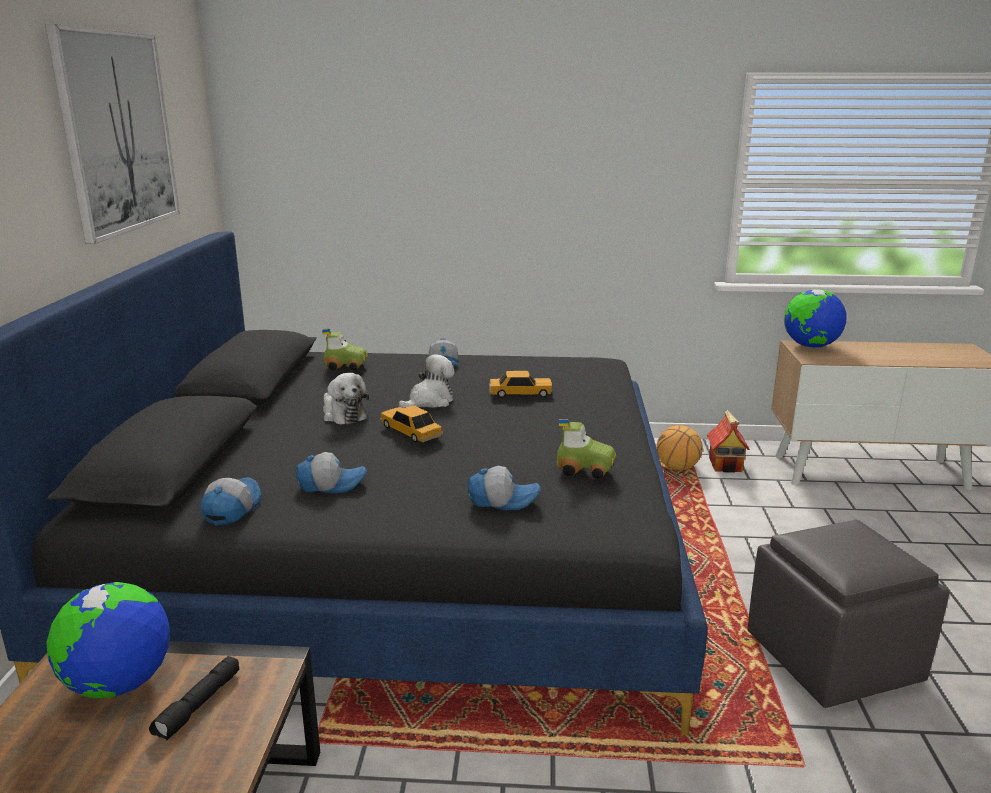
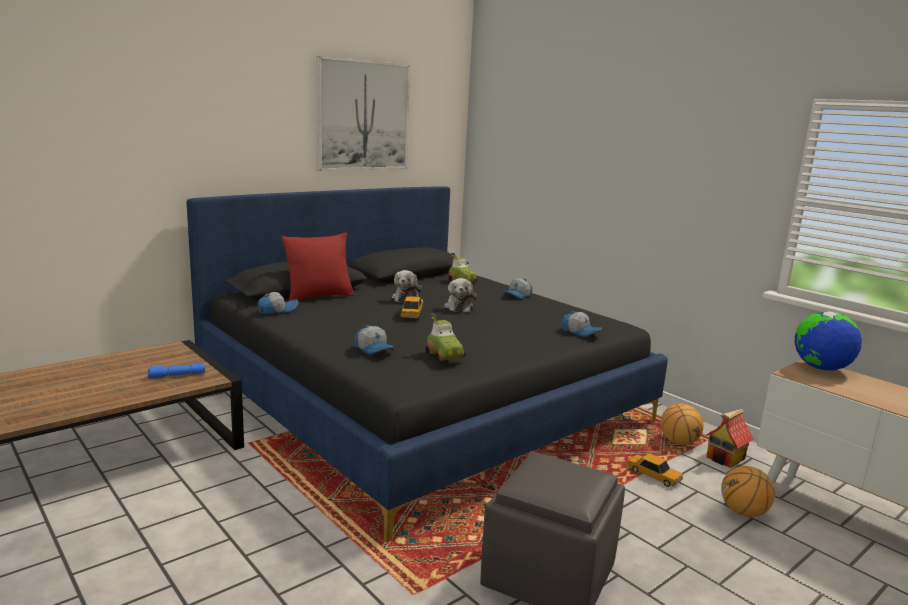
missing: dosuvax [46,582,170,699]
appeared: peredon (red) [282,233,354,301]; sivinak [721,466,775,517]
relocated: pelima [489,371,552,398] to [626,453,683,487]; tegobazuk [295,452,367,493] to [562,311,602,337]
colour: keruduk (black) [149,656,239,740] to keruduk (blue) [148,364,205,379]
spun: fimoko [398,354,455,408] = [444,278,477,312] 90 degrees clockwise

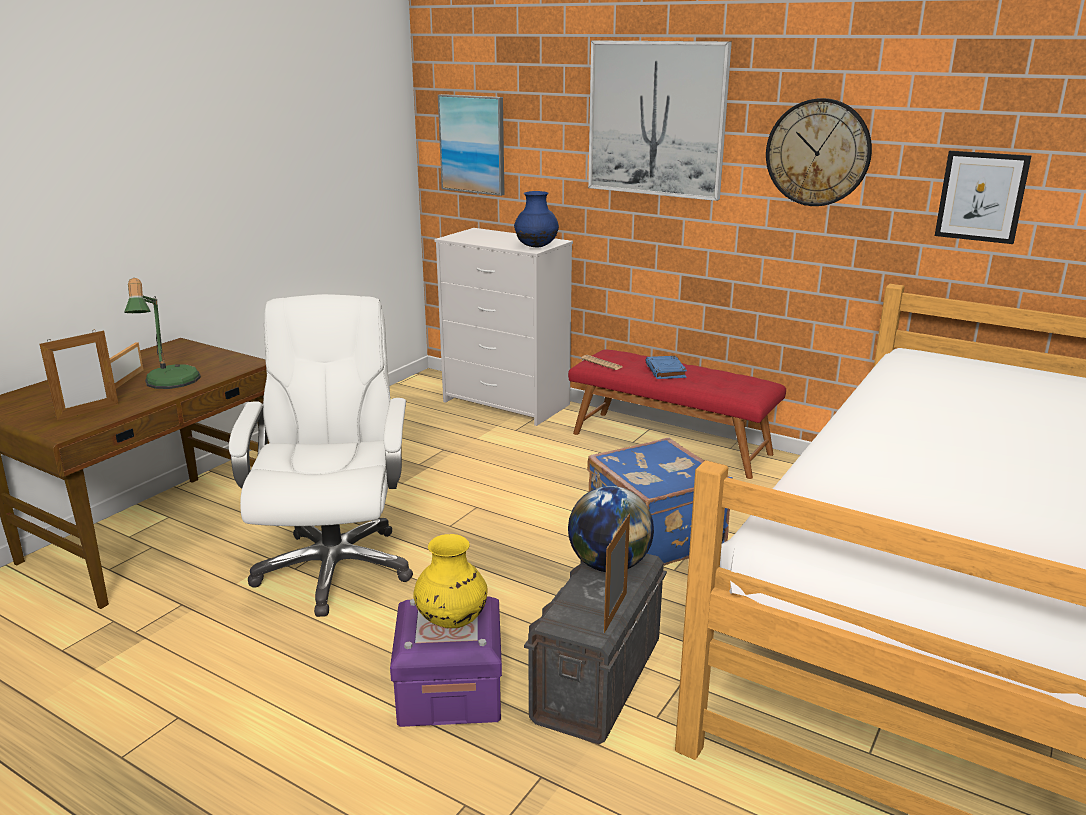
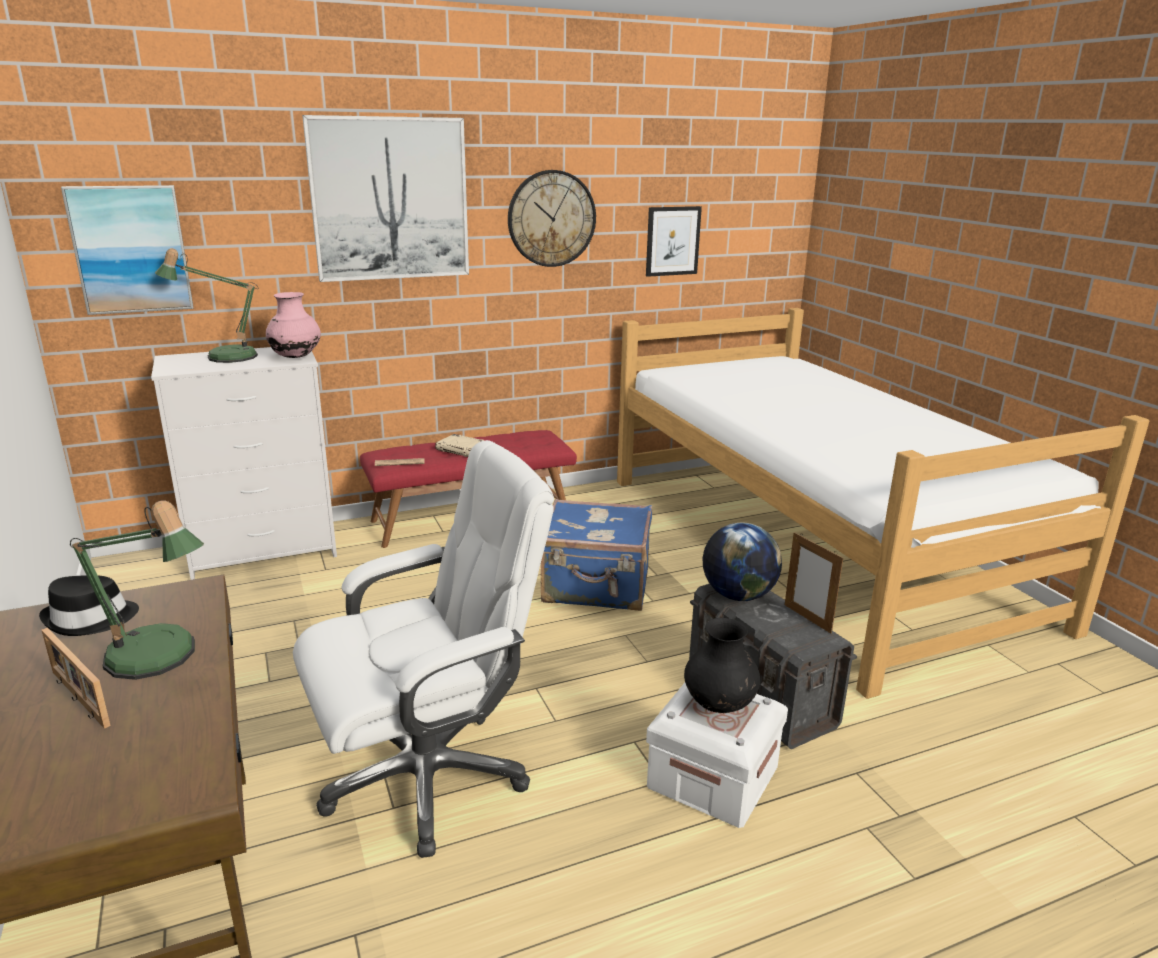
missing: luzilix [39,331,118,420]
appeared: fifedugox [155,248,258,363]; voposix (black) [39,575,139,636]
colour: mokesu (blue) [514,191,559,247] to mokesu (pink) [266,292,321,358]; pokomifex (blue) [645,356,687,379] to pokomifex (beige) [435,434,485,457]; mokesu (yellow) [413,534,488,628] to mokesu (black) [684,618,760,713]; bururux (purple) [390,597,502,727] to bururux (white) [646,683,788,828]
spun: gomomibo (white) [229,294,413,617] = [293,440,554,858] 120 degrees clockwise

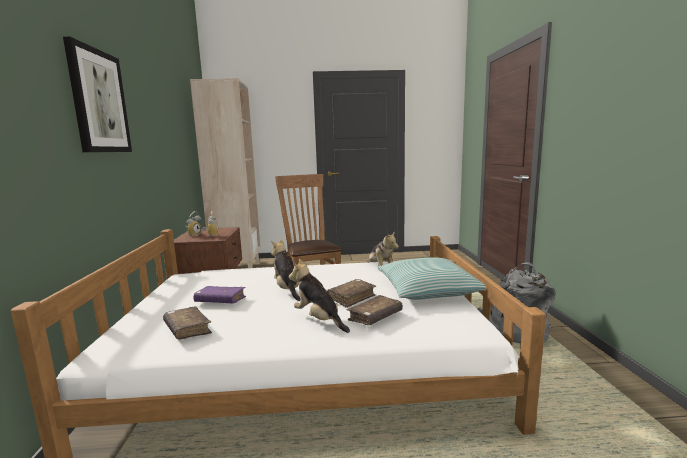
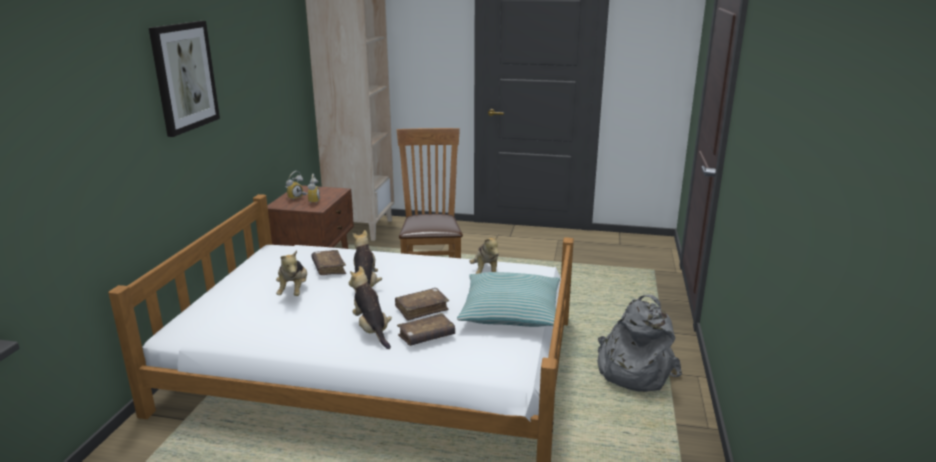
relocated: pokomifex (brown) [163,306,212,340] to [312,250,346,275]
exchanged: pokomifex (purple) [194,286,246,304] to fimoko [276,250,307,296]

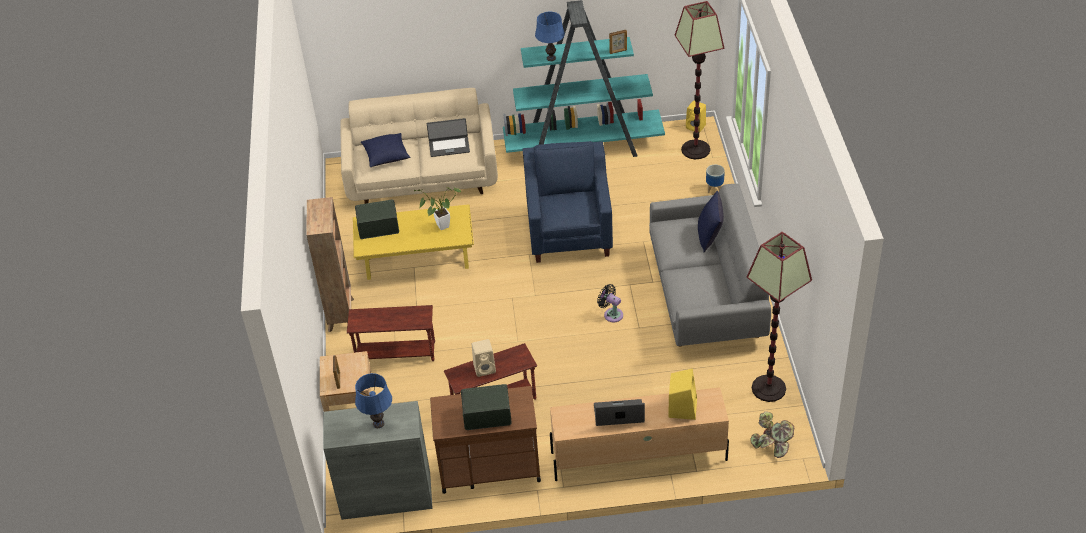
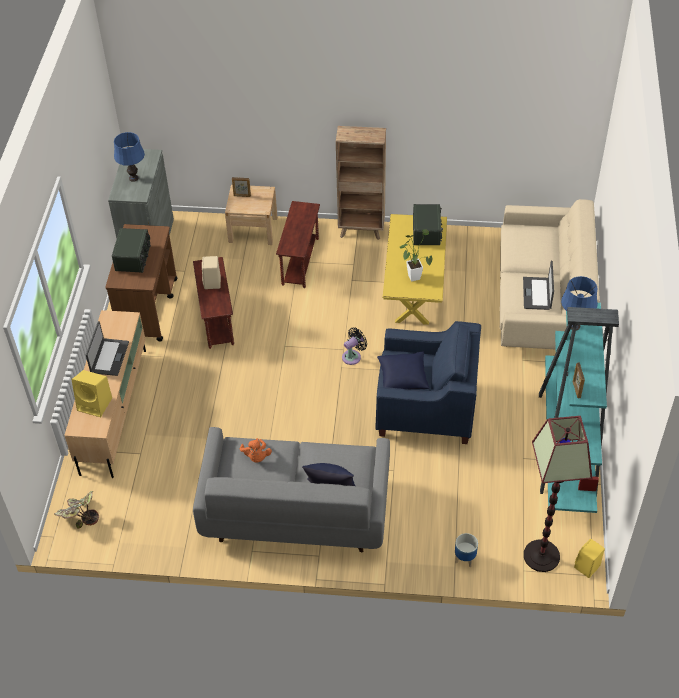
missing: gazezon [747,232,812,402]
appeared: fimoko (orange) [240,438,272,463]
relocated: peredon (blue) [361,133,411,167] to [377,352,430,389]; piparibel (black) [597,284,623,322] to [342,327,367,365]

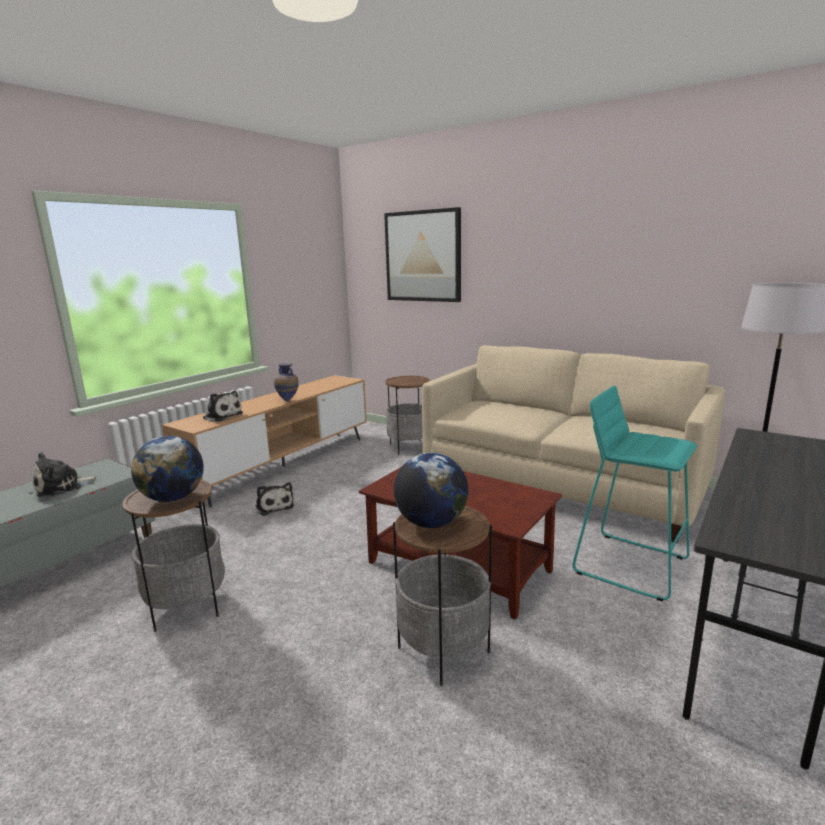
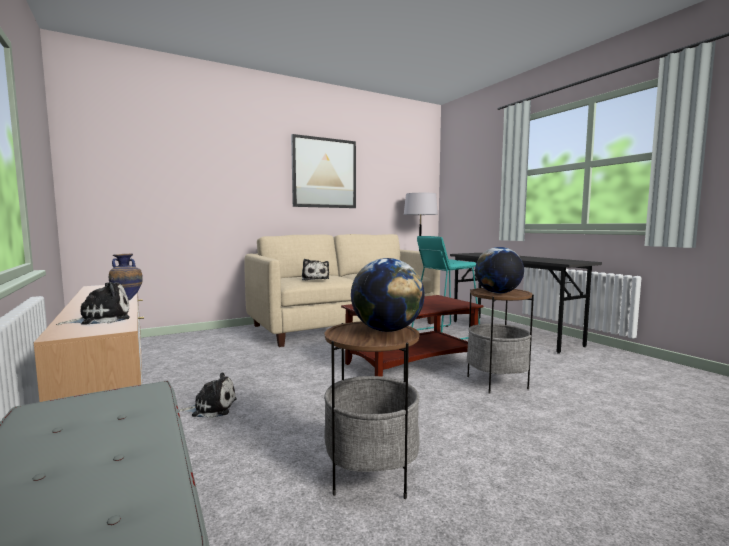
missing: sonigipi [385,376,430,455]
relocated: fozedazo [384,207,461,302] to [291,134,356,208]; fimoko [33,452,97,497] to [302,259,329,280]

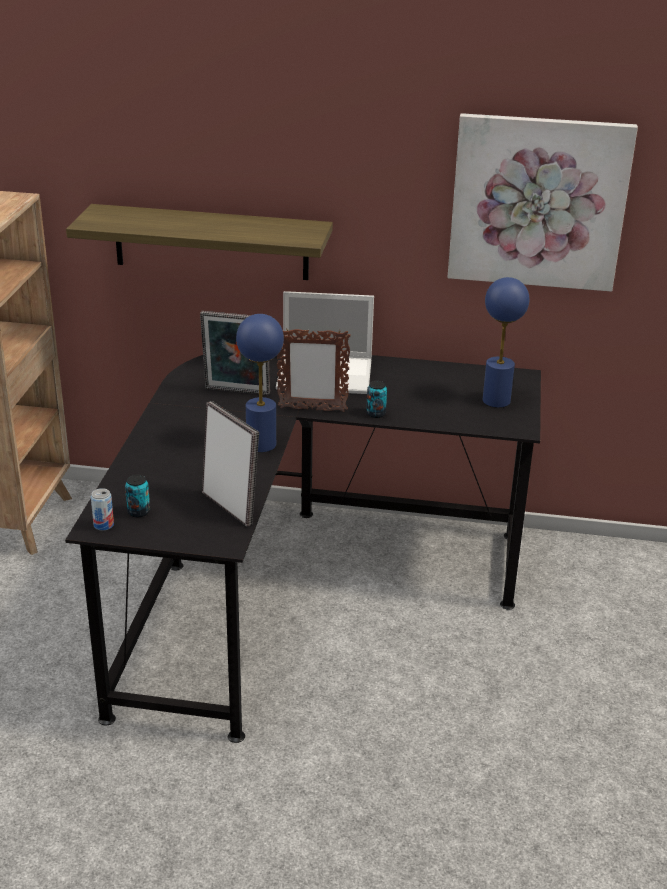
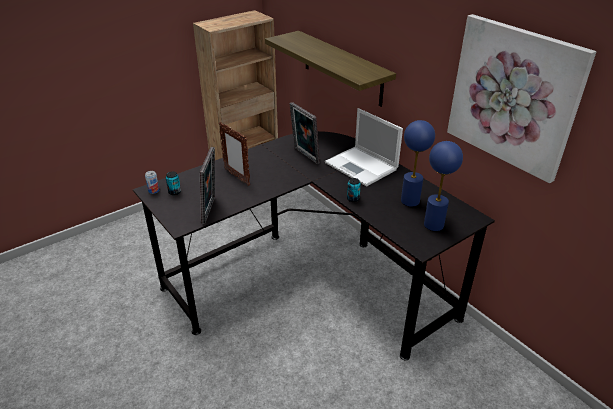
relocated: fifedugox (blue) [236,314,284,452] to [401,120,435,207]; luzilix [277,329,351,412] to [219,122,250,186]

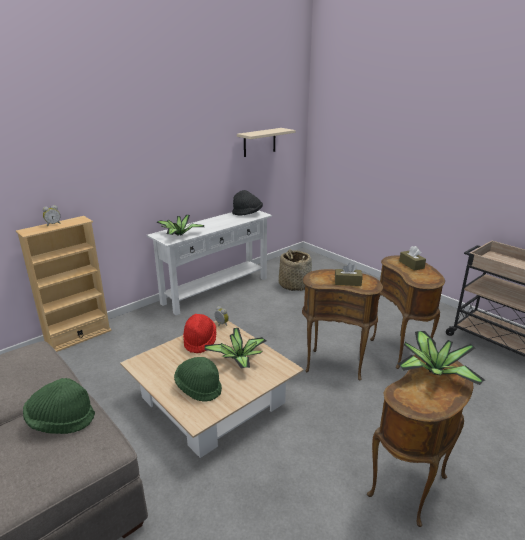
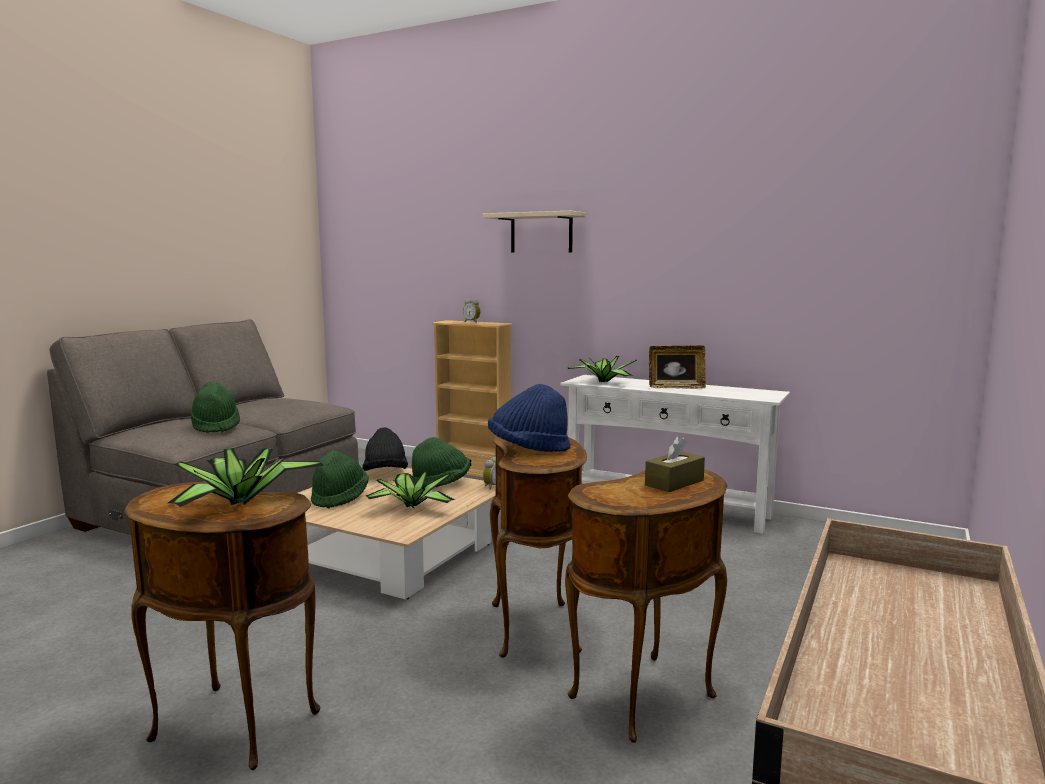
missing: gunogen [279,249,312,291]
appeared: luzilix [649,346,706,389]
relocated: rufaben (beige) [237,128,295,157] to [482,211,586,253]; voposix (black) [232,190,263,215] to [362,427,408,471]
exchanged: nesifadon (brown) [335,263,363,286] to voposix (blue) [488,384,571,452]
colour: voposix (red) [183,314,216,353] to voposix (green) [412,437,470,488]

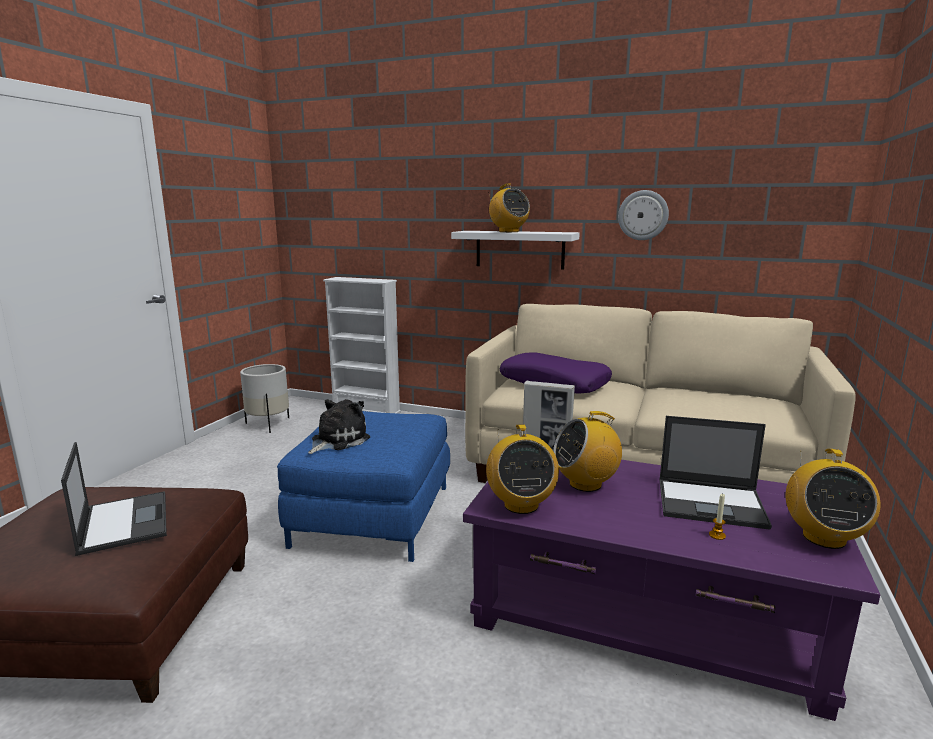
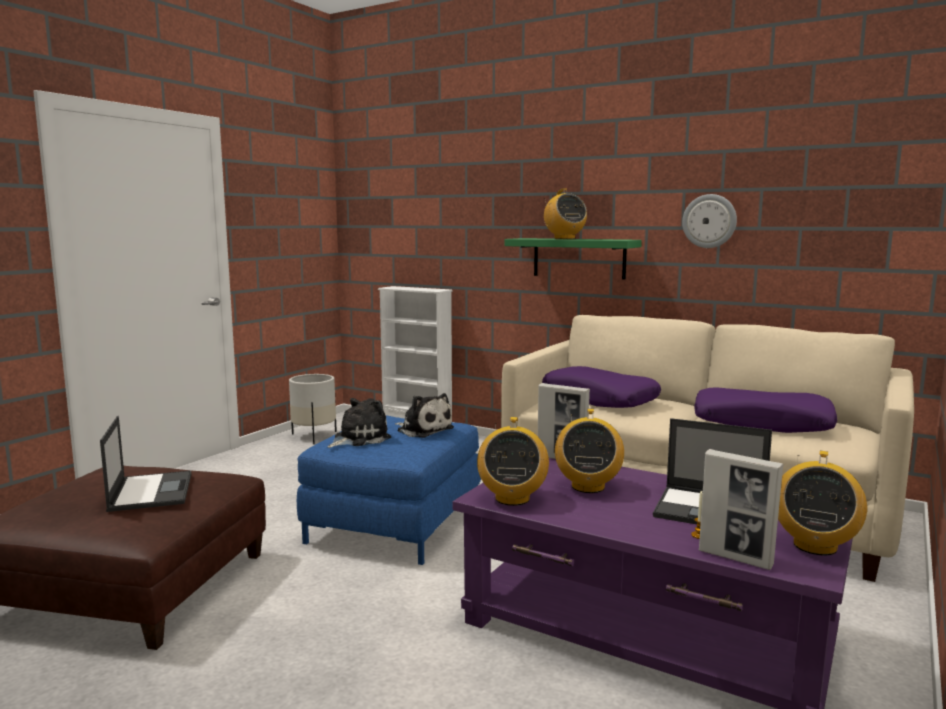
appeared: peredon (purple) [694,388,837,433]; fimoko [395,393,454,438]; luzilix [699,449,783,570]
colour: rufaben (white) [451,231,580,269] to rufaben (green) [504,238,642,280]
spun: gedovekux [553,411,622,492] = [555,409,624,493] 75 degrees counterclockwise

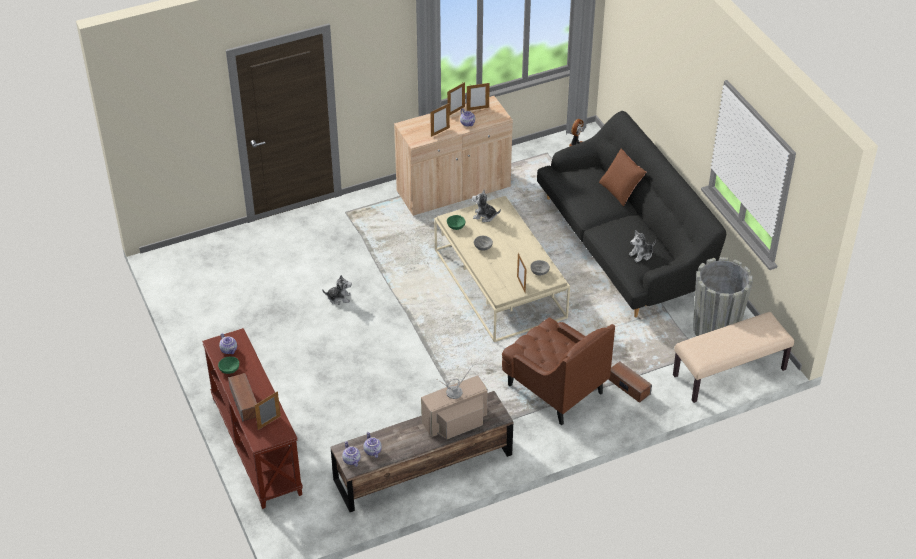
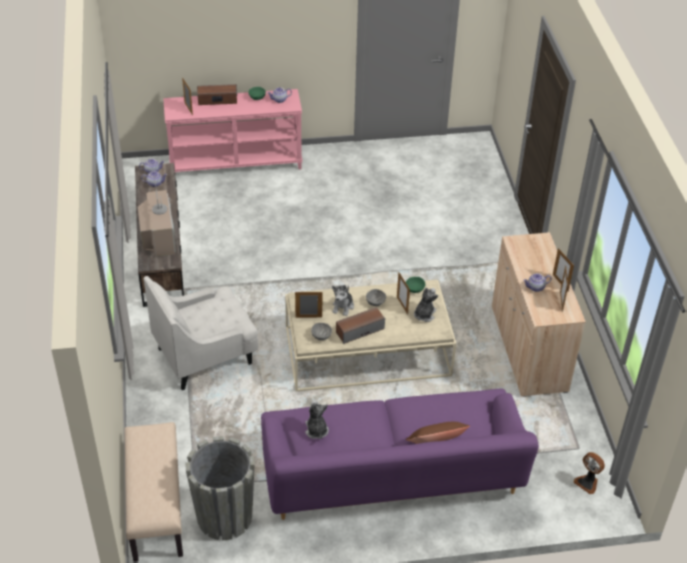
relocated: luzilix [430,103,450,137] to [397,272,410,315]; fimoko [322,275,352,305] to [332,285,354,316]; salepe [608,361,652,403] to [336,307,385,344]
colour: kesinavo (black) [537,111,726,317] to kesinavo (purple) [261,389,539,520]; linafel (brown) [502,317,615,425] to linafel (white) [144,276,258,390]; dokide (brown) [202,328,303,509] to dokide (pink) [163,89,302,172]

